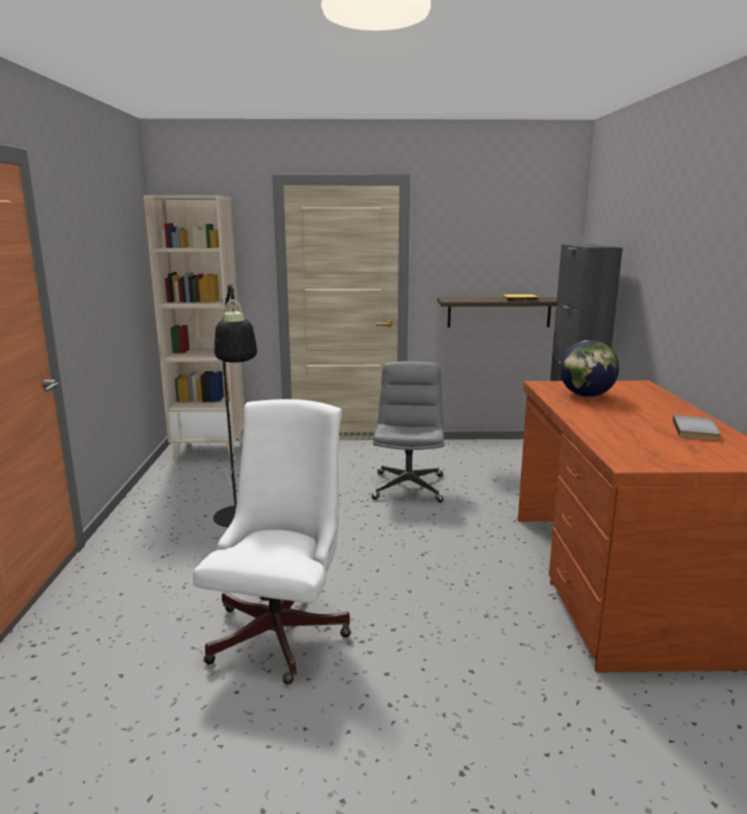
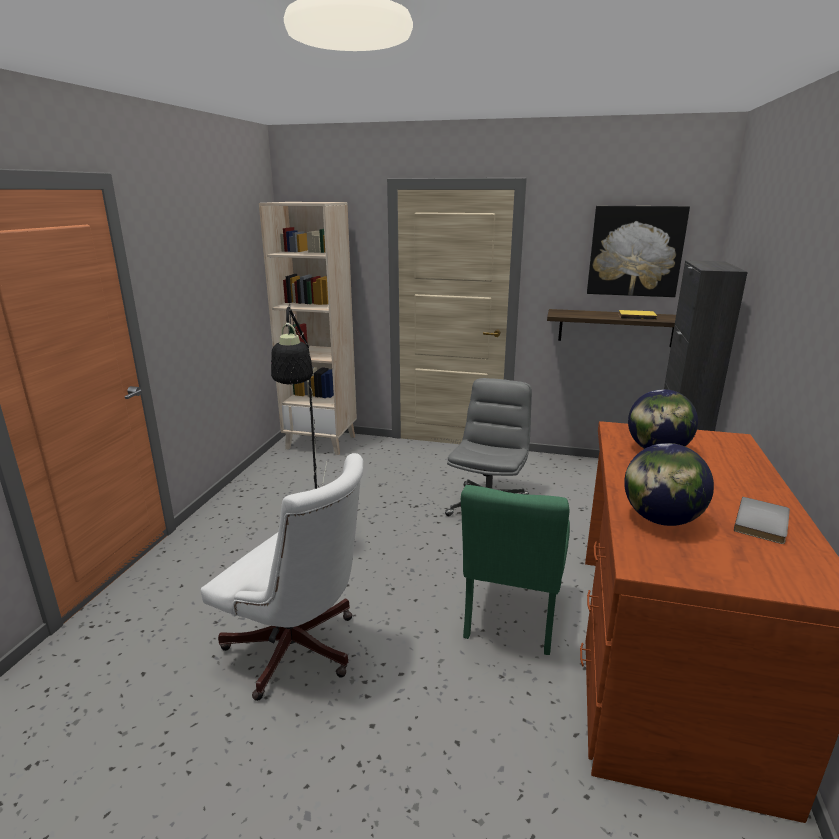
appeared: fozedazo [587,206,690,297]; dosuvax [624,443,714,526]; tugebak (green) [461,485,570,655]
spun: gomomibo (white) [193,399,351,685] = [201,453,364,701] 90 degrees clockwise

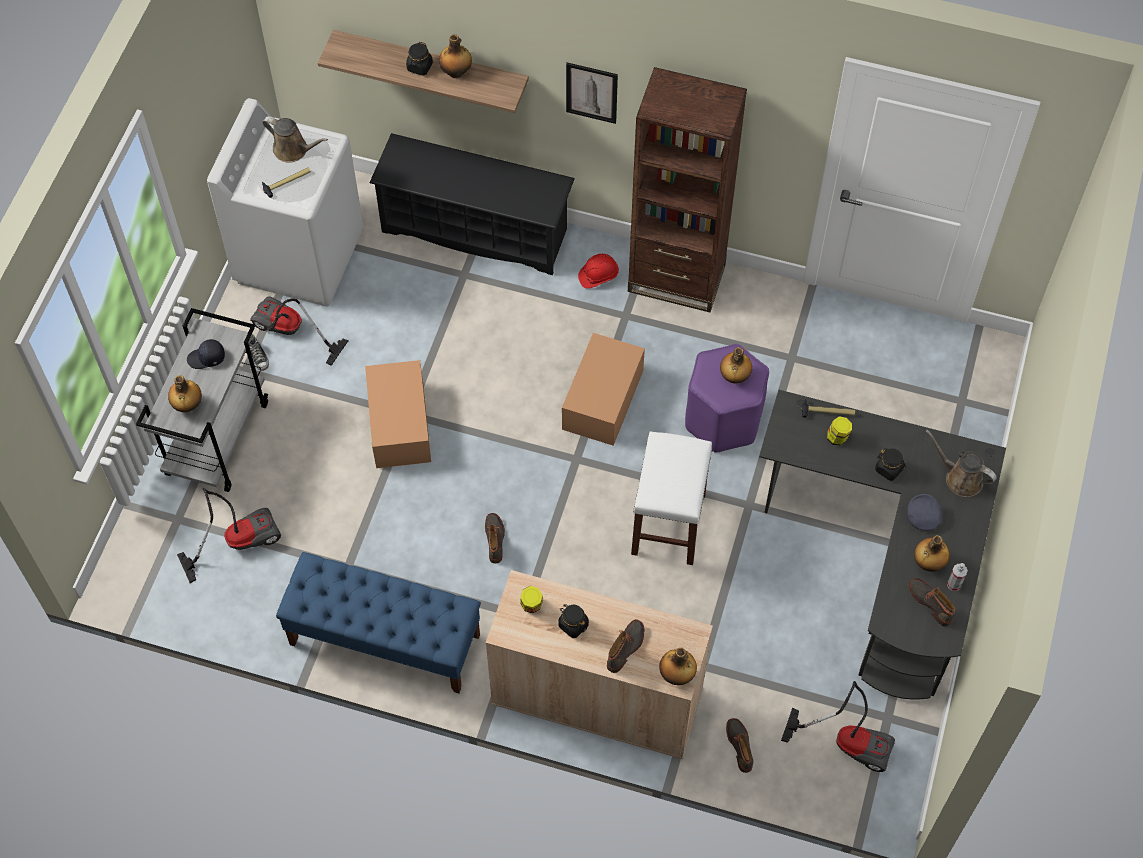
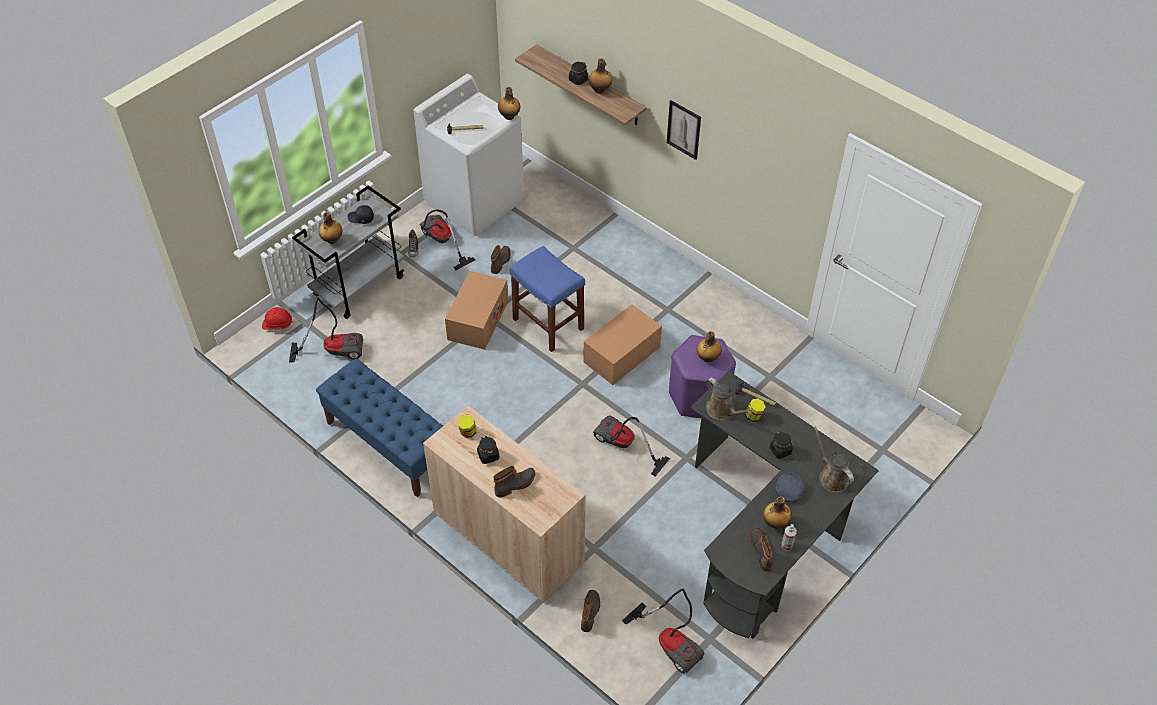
missing: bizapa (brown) [628,67,747,312]; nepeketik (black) [370,133,575,275]
appeared: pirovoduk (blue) [510,246,585,352]
relocated: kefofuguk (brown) [262,116,328,162] to [706,378,752,420]; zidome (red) [578,254,619,289] to [262,307,294,330]; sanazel [485,513,505,563] to [491,245,511,274]; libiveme [659,648,697,685] to [498,87,520,120]
exchanged: pirovoduk (white) [631,431,712,565] to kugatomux [593,416,670,476]

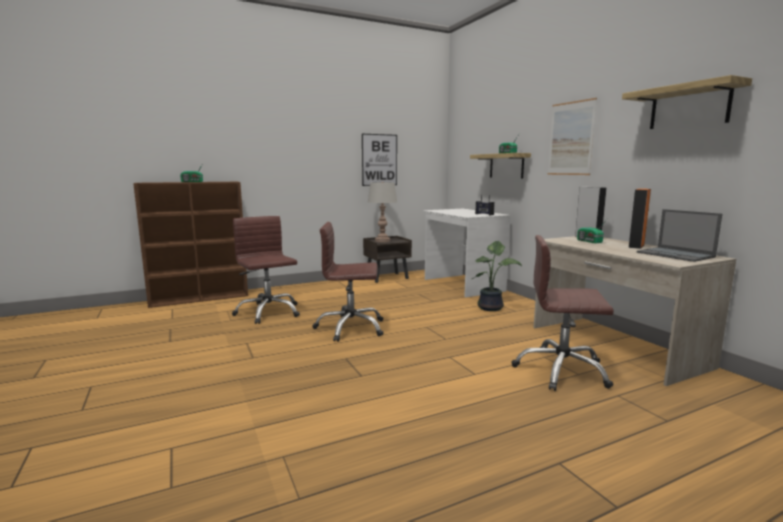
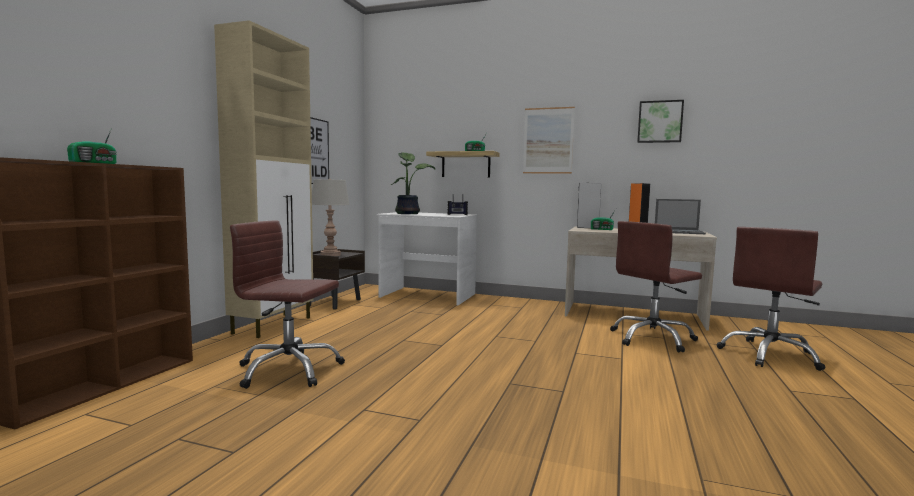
appeared: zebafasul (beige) [214,20,314,338]
relocated: gomomibo (brown) [312,222,383,342] to [717,227,825,371]; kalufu [472,241,522,311] to [391,152,435,214]
exchanged: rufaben [622,75,752,129] to fozedazo [637,100,684,143]

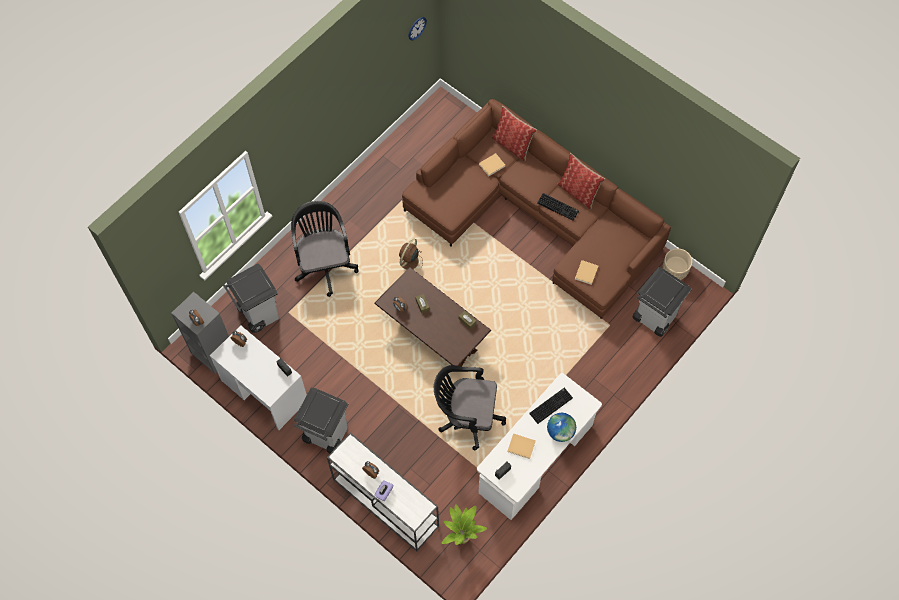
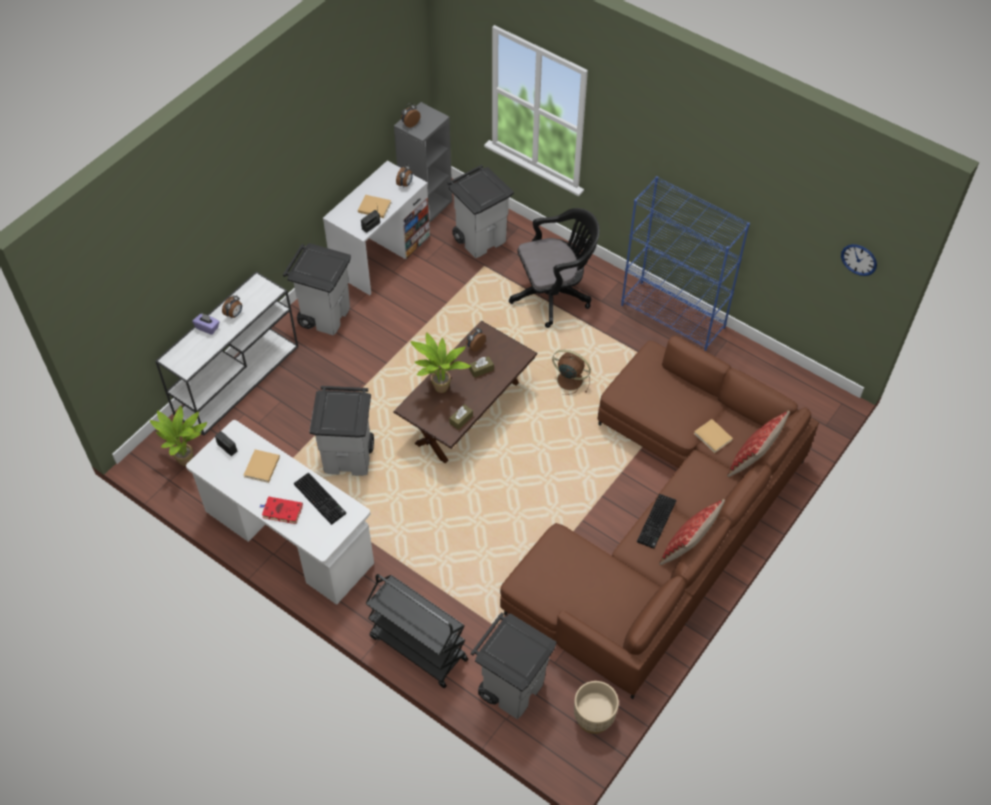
appeared: bizapa (blue) [621,176,750,351]; kalufu [411,332,471,393]; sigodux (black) [366,574,468,688]
relocated: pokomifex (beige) [575,260,598,285] to [358,195,391,218]
exchanged: gomomibo (black) [434,365,506,451] to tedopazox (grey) [309,386,374,476]; dosuvax [547,413,576,442] to pokomifex (red) [260,497,303,524]

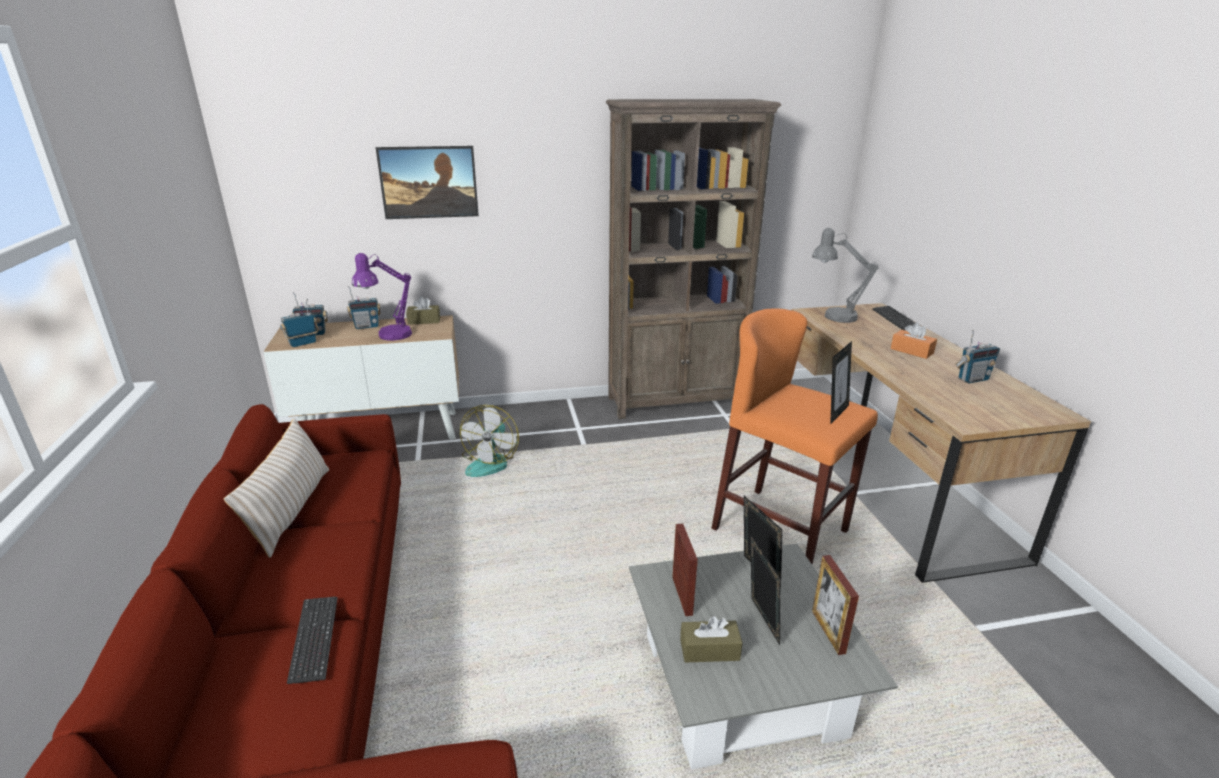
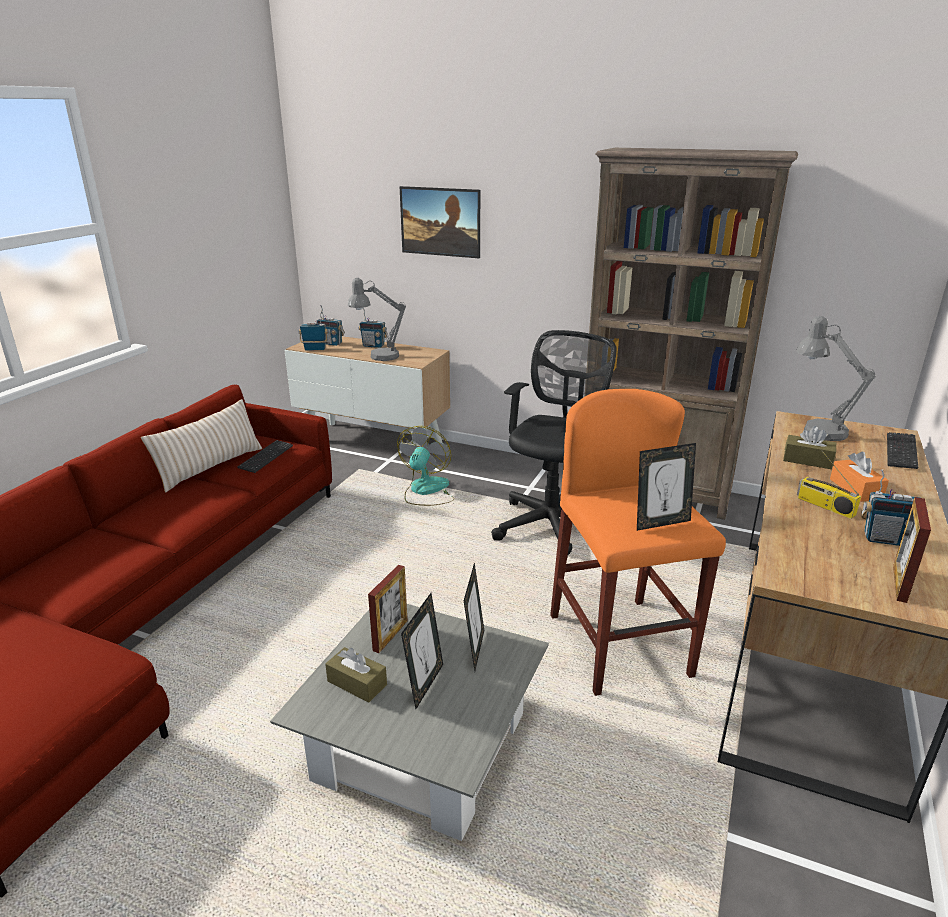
appeared: gomomibo (black) [491,330,617,555]; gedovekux [797,451,861,519]
relocated: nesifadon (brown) [406,296,440,325] to [783,426,836,469]; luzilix [812,555,859,655] to [893,497,931,603]; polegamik [287,597,338,684] to [238,440,293,473]
colour: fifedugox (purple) [352,253,412,341] to fifedugox (grey) [348,278,406,361]
spun: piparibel [460,405,519,477] = [397,426,454,506] 150 degrees clockwise

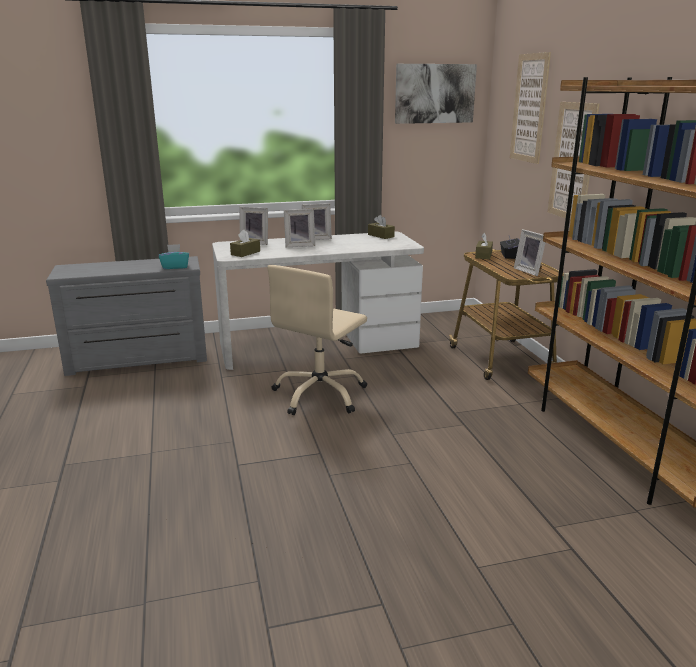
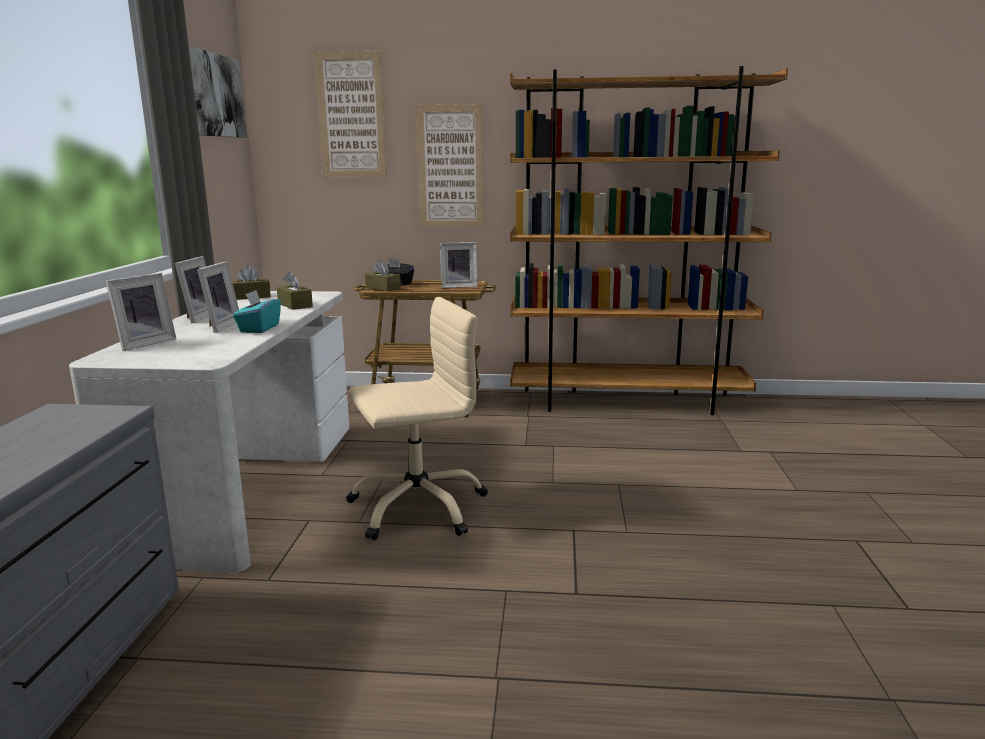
relocated: nesifadon (brown) [230,229,260,257] to [277,271,313,310]; nesifadon (turquoise) [159,244,189,269] to [233,290,281,333]
spun: gomomibo (beige) [267,265,367,415] = [346,297,488,540] 75 degrees counterclockwise

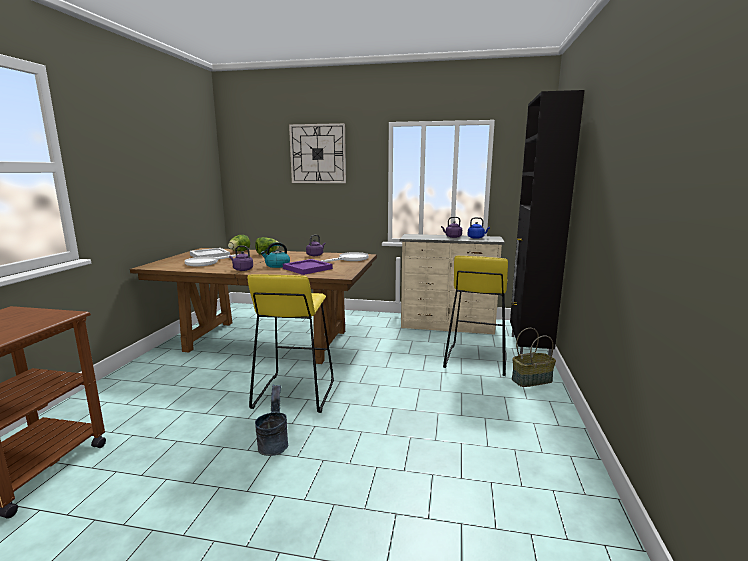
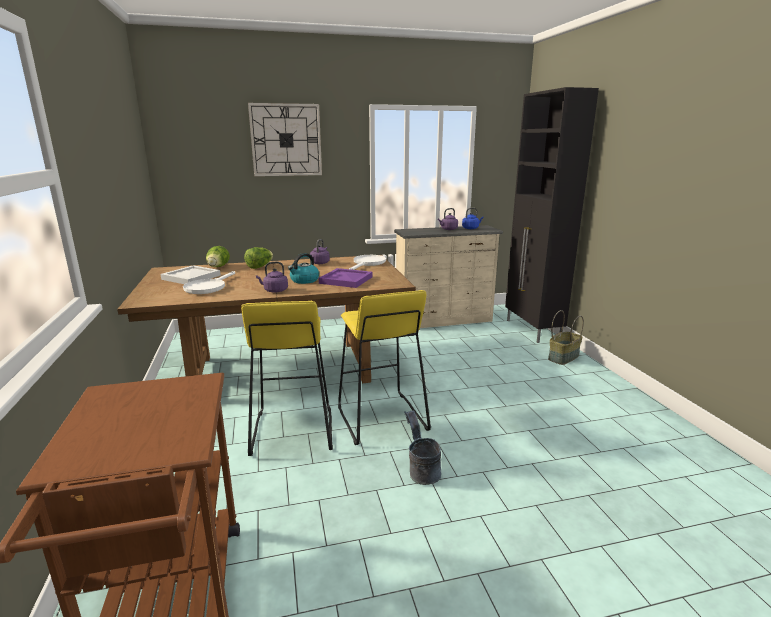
relocated: pirovoduk (yellow) [443,255,508,376] to [241,301,333,456]

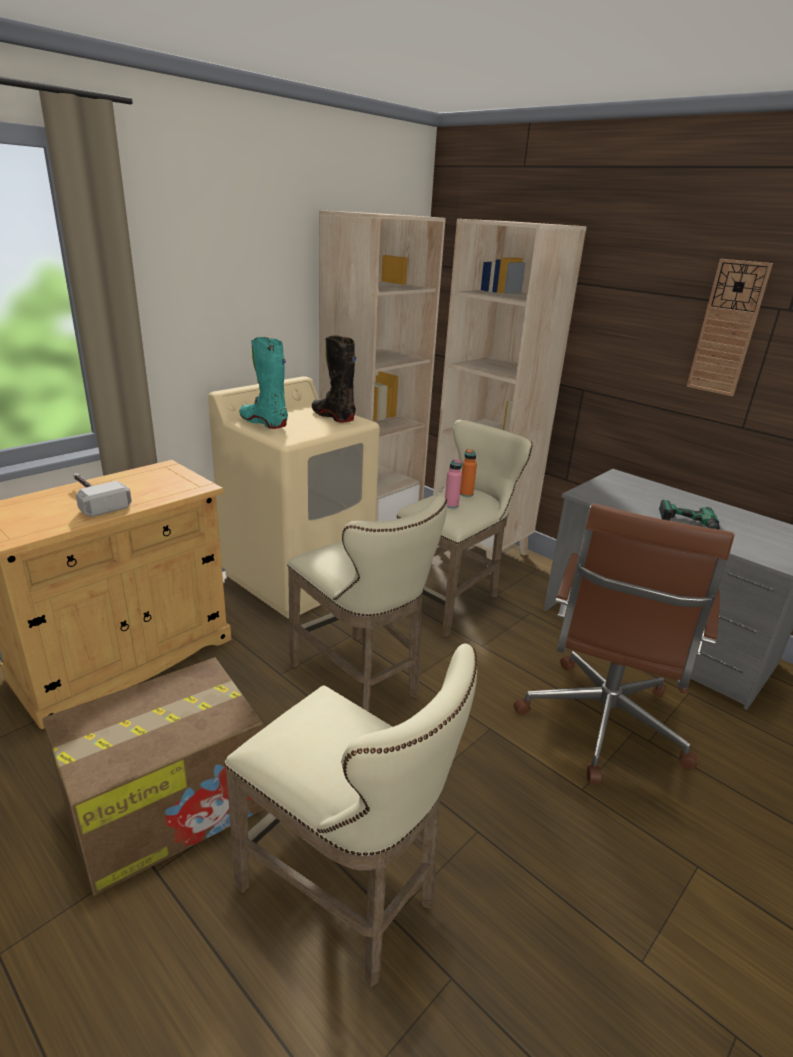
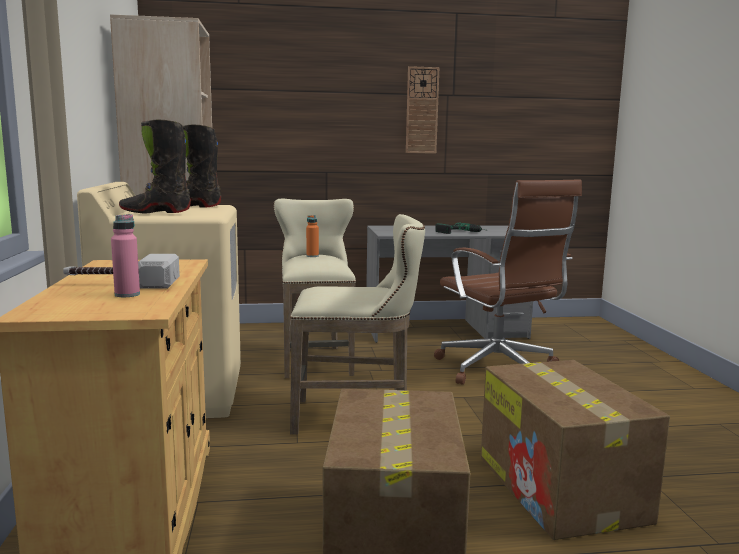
missing: bizapa (beige) [433,219,587,574]
relocated: libiveme (pink) [445,459,462,509] to [111,214,140,297]
exchanged: pirovoduk (beige) [224,643,477,987] to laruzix [481,360,670,540]
colour: sanazel (turquoise) [239,337,288,429] to sanazel (black) [119,119,191,213]

